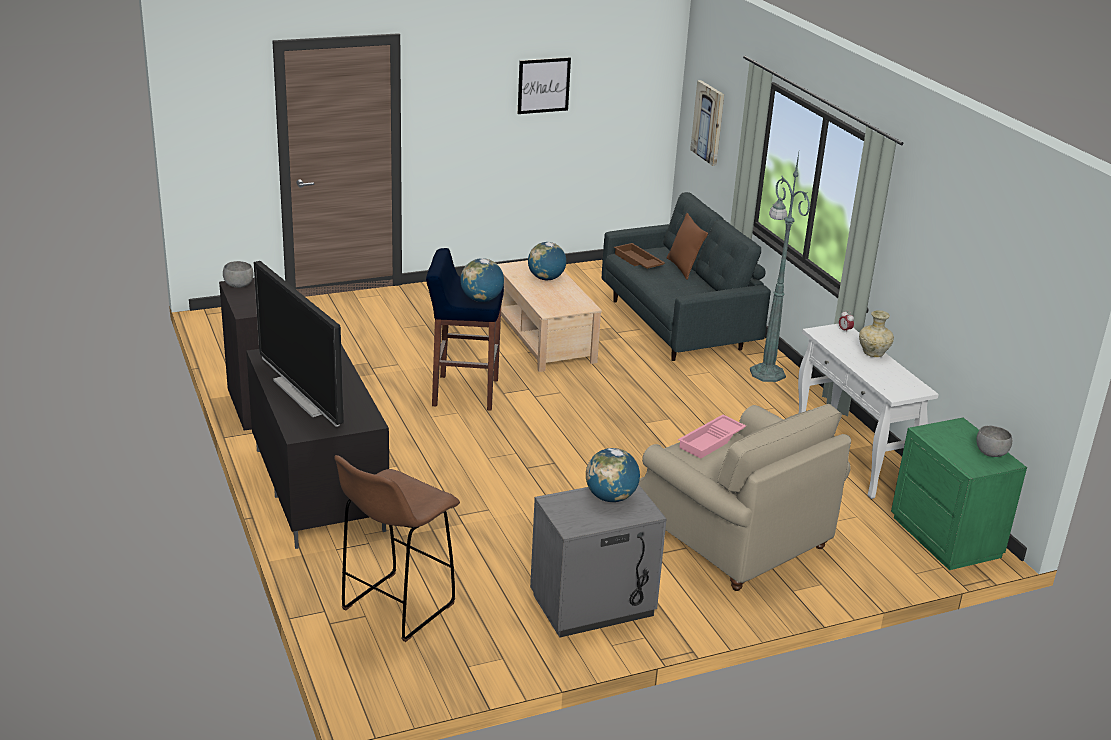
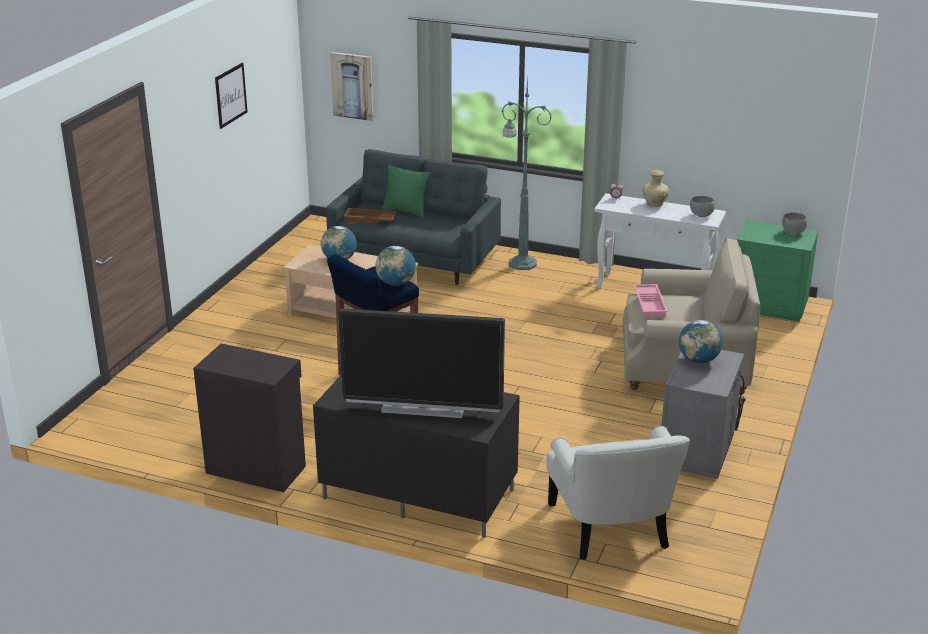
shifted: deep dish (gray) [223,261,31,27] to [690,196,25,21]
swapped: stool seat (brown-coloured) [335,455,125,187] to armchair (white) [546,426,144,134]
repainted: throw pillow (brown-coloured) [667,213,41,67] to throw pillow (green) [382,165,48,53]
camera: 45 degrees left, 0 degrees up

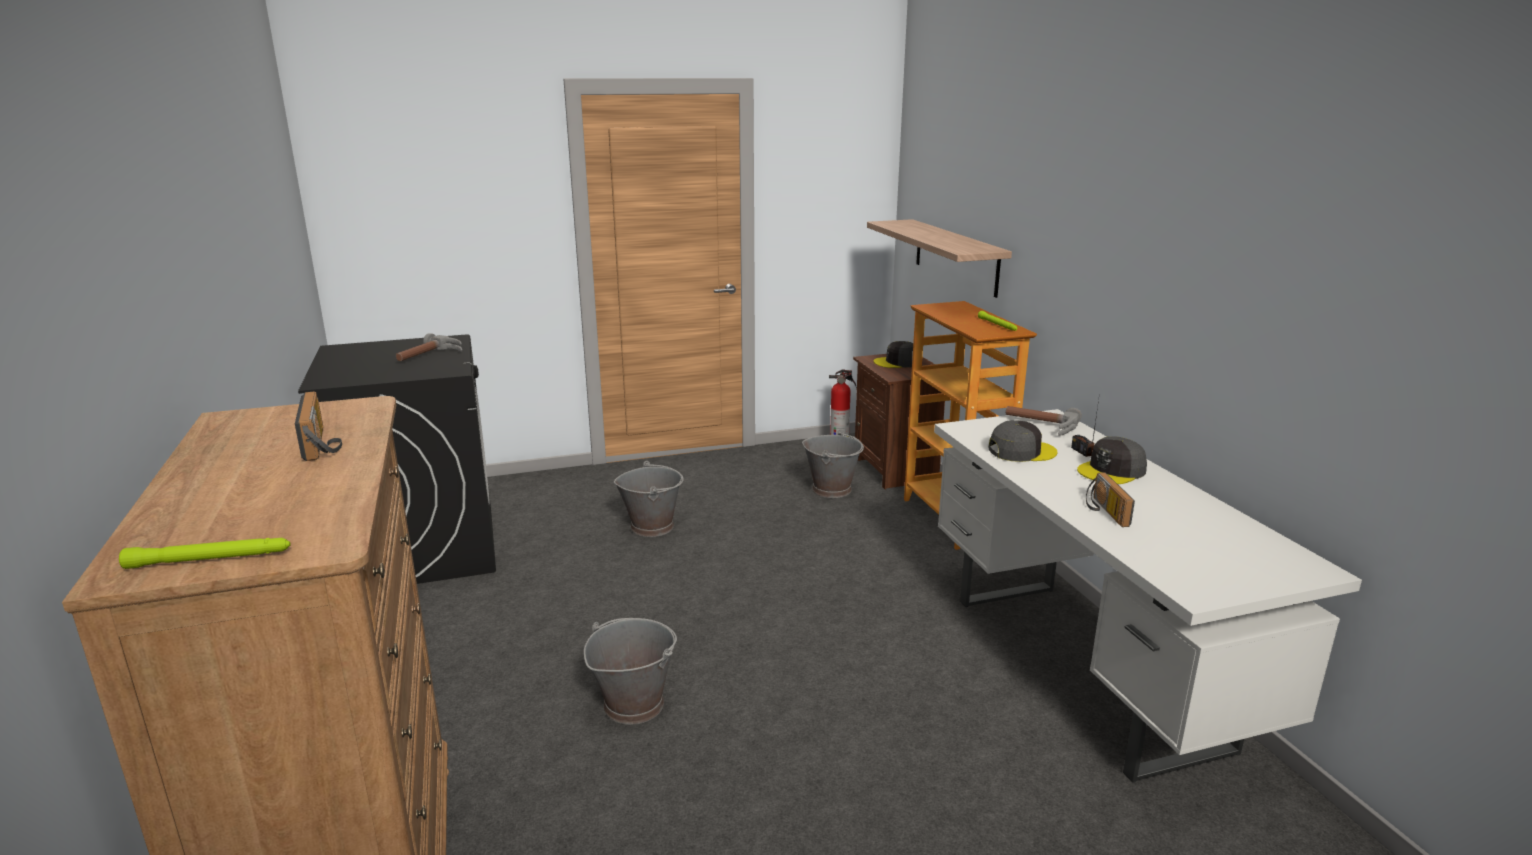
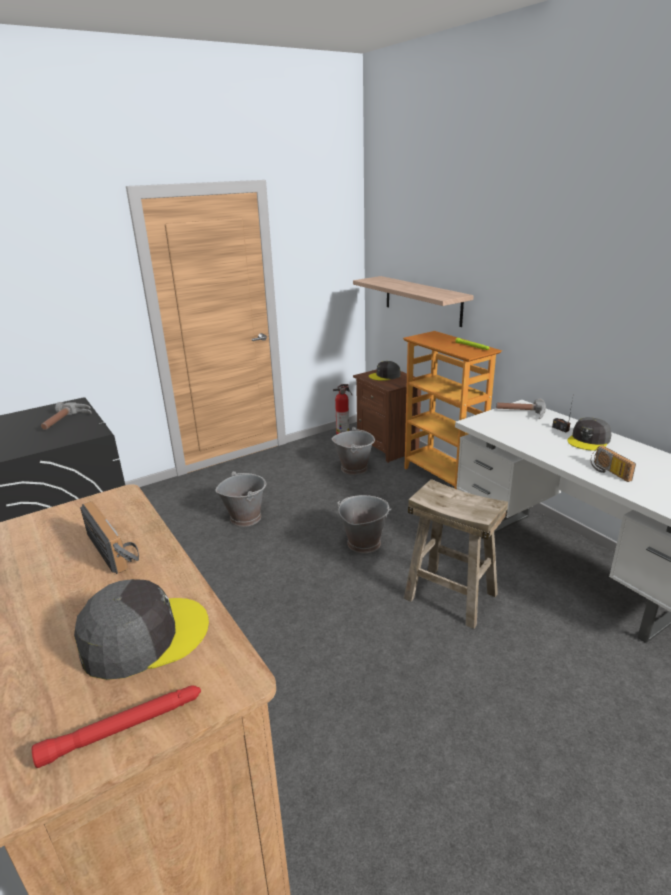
new: stool seat (beige-coloured) [404,479,104,150]
shifted: bucket (gray) [584,618,93,107] to [337,495,54,58]; peaked cap (gray) [988,420,69,42] to [74,579,135,101]
repainted: torch (green) [119,538,171,31] to torch (reddish) [32,685,169,83]
camera: 15 degrees left, 5 degrees up

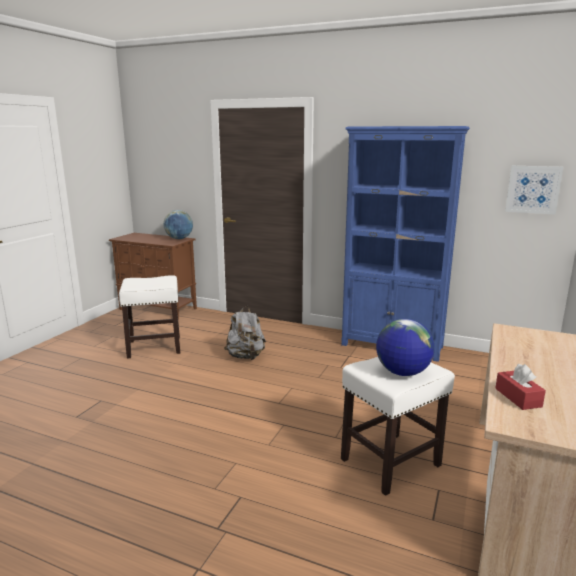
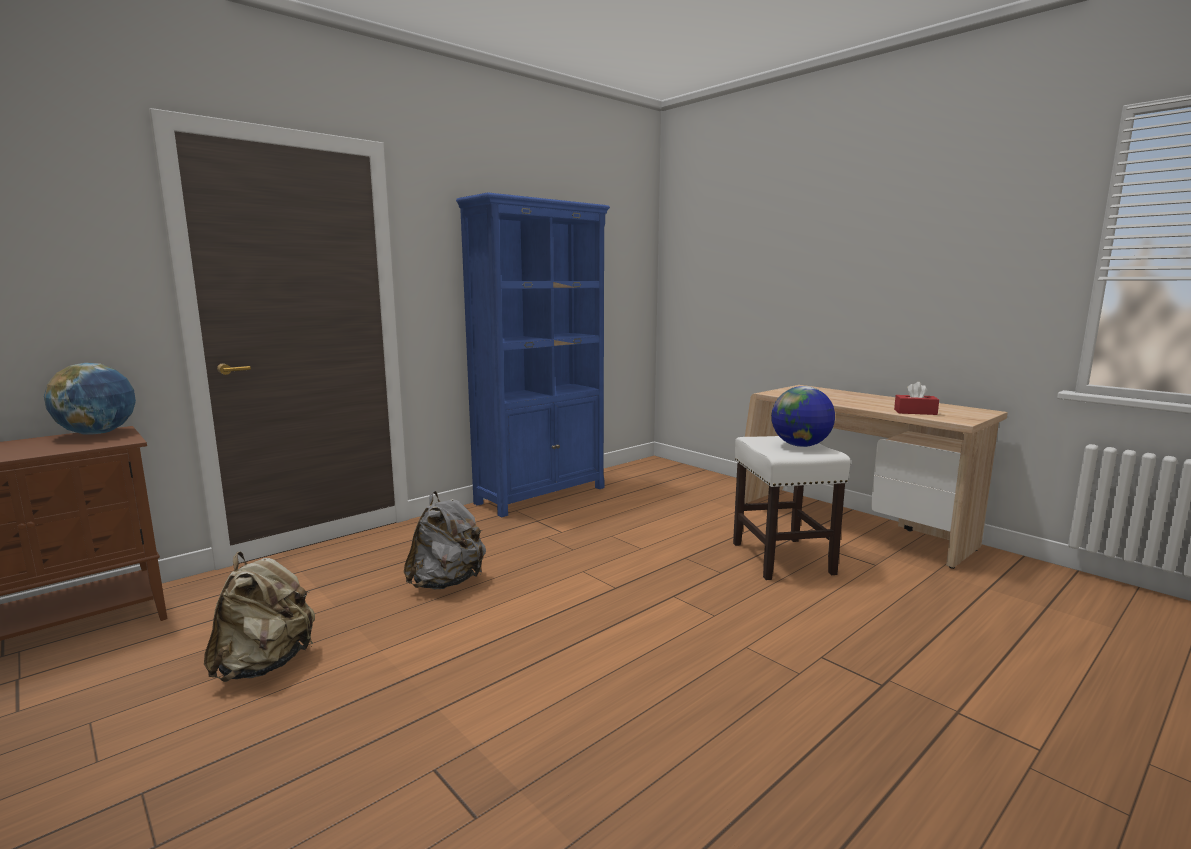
gone: wall picture [505,166,58,49]
swapped: stool seat (white) [119,275,61,84] to backpack (beige-coloured) [204,551,111,131]
camera: 65 degrees left, 5 degrees down

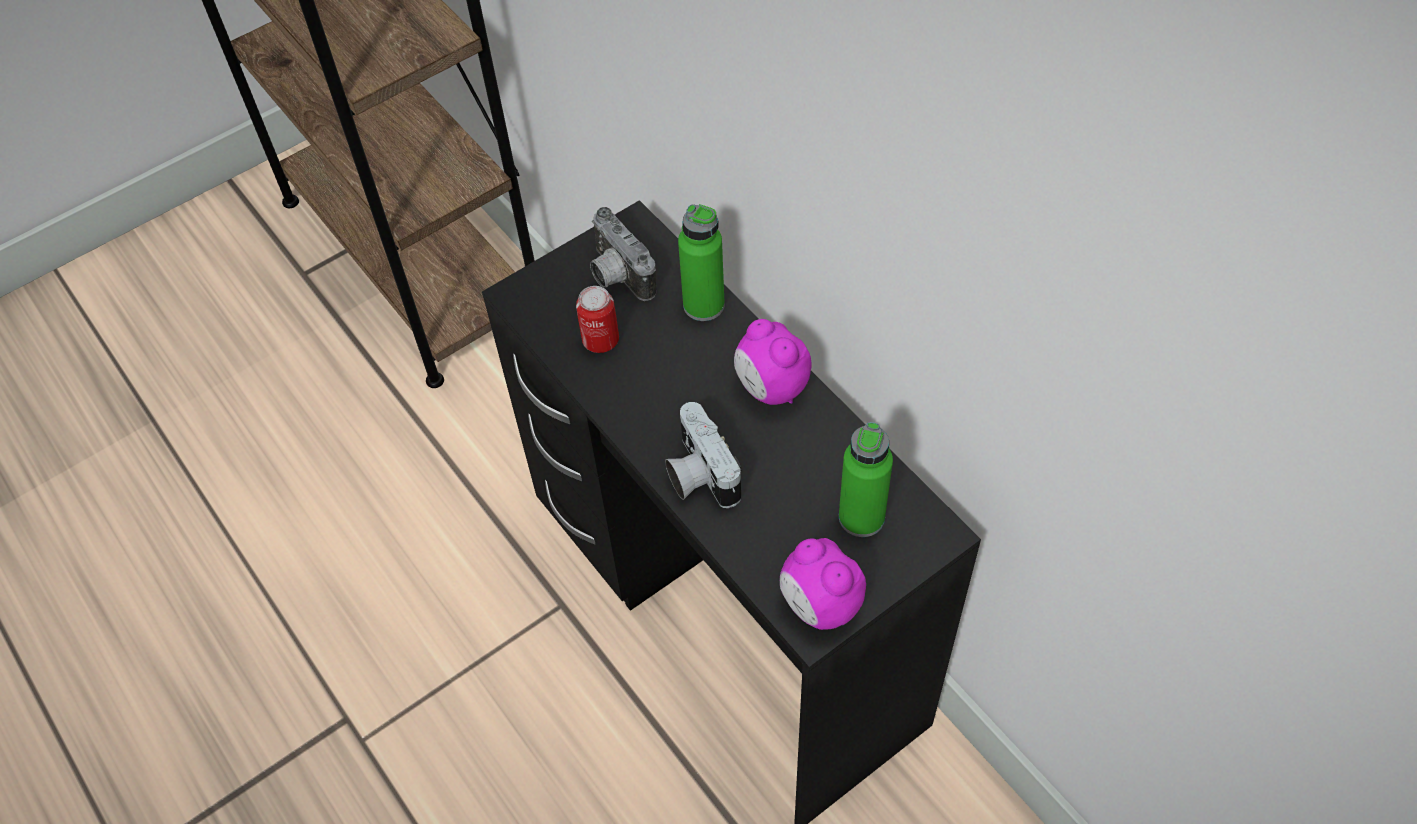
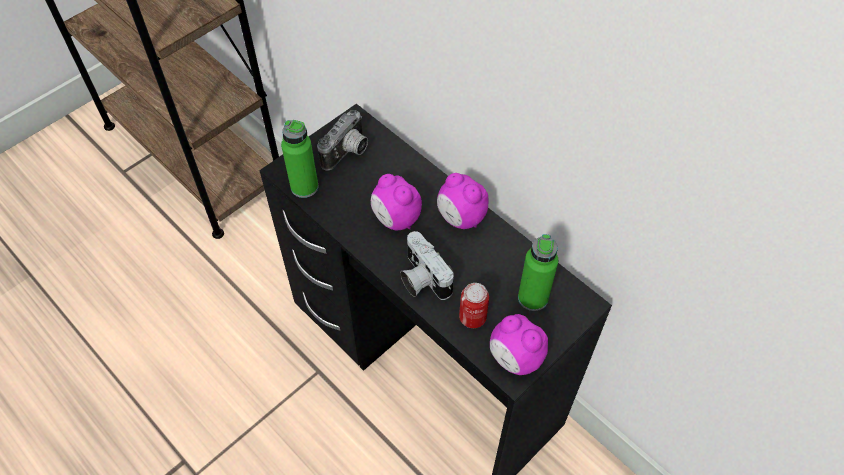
new: alarm clock [371,174,51,56]
shifted: can [576,286,43,67] to [459,283,30,45]; drink bottle (green) [678,204,47,117] to [281,120,37,78]
rotated: still camera [590,207,66,94] = [317,110,51,61] 105 degrees counterclockwise
camera: 10 degrees left, 0 degrees up

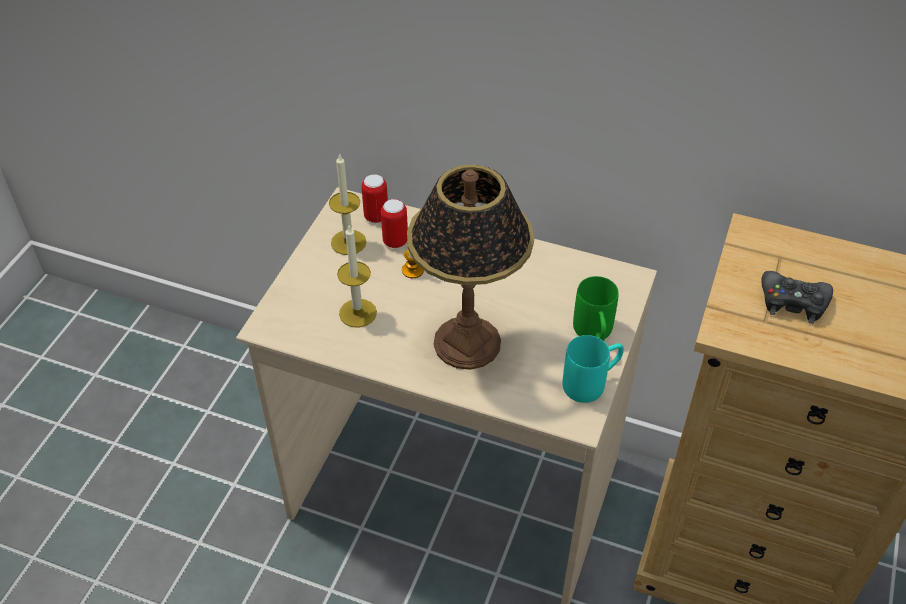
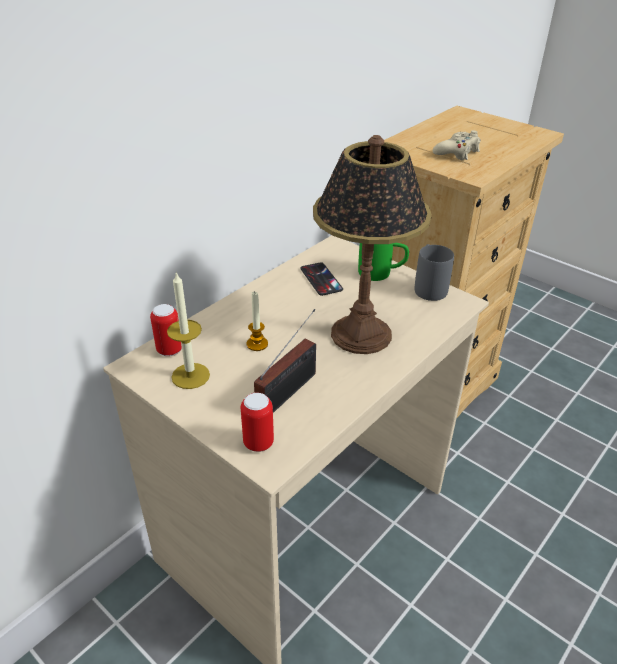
new: telephone [300,262,43,34]
shifted: can [381,199,27,49] to [241,393,33,59]
swapped: wax light [337,226,40,102] to radio receiver [254,309,62,104]
repainted: mug (blue-green) [563,335,61,68] to mug (gray) [415,244,39,57]; gamepad (black) [762,271,71,53] to gamepad (beige-coloured) [433,130,48,30]
camera: 70 degrees left, 10 degrees down

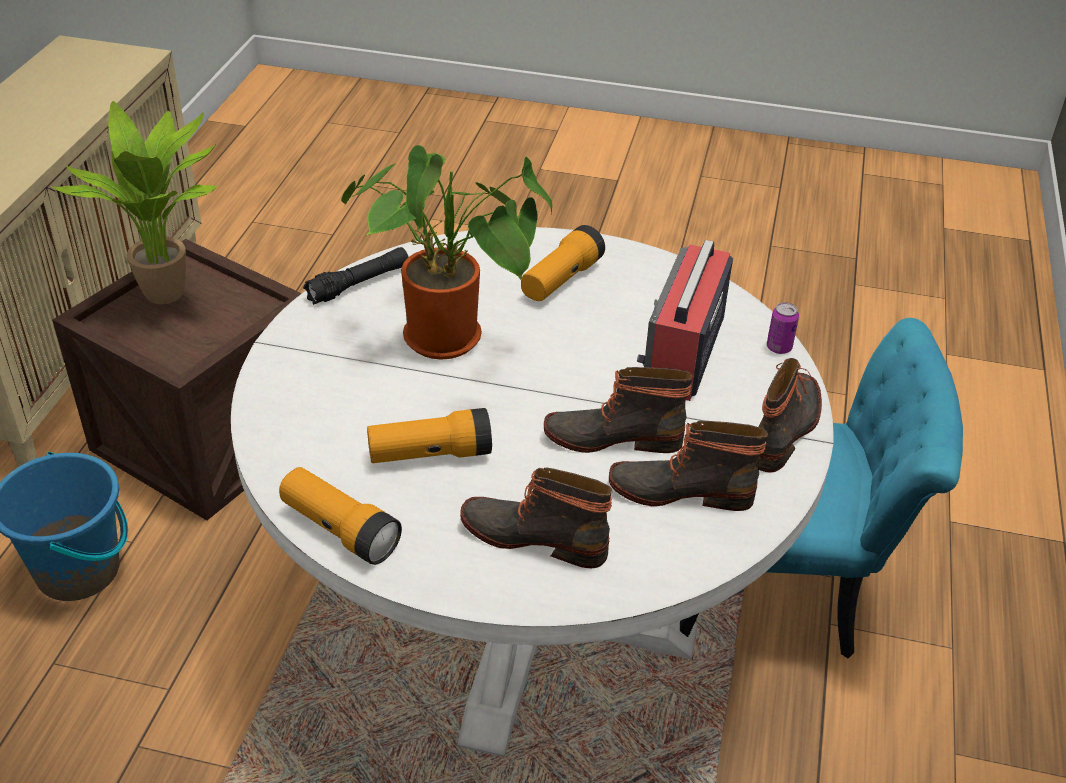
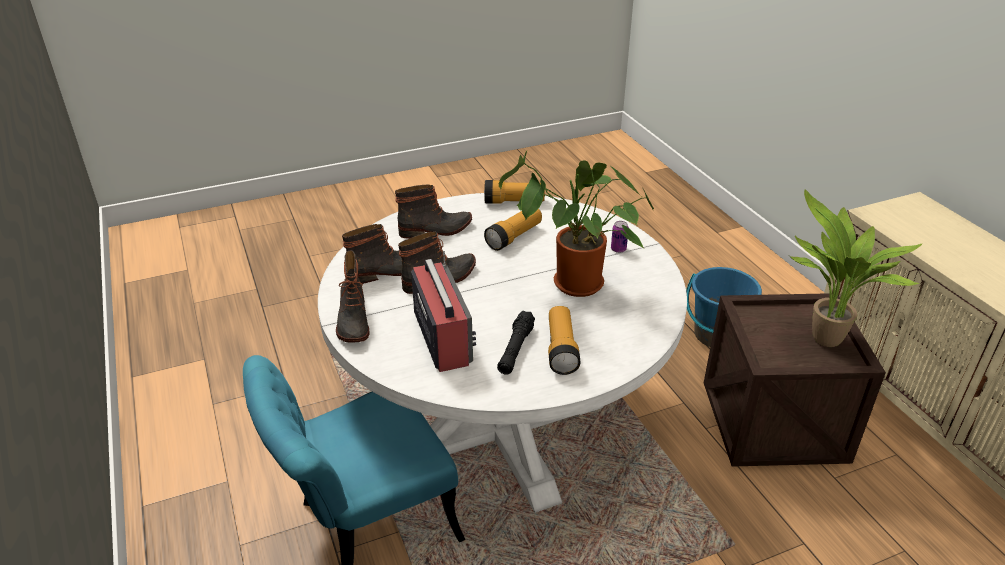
shifted: torch (black) [303,247,105,58] to [497,311,38,64]; can [767,302,32,52] to [611,221,18,32]
camera: 145 degrees right, 5 degrees down

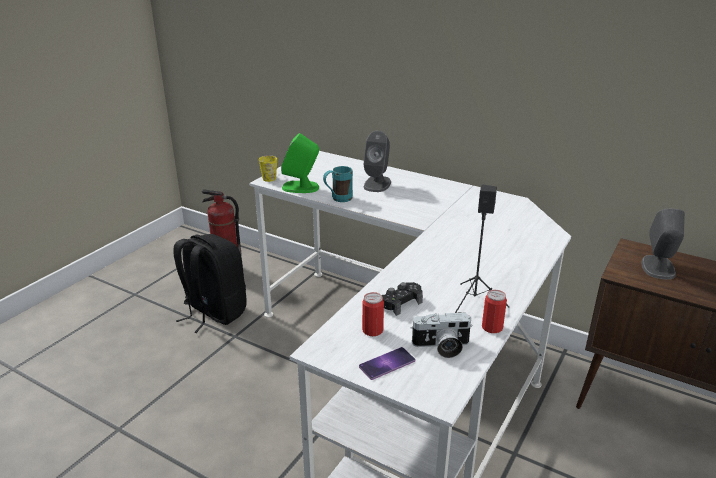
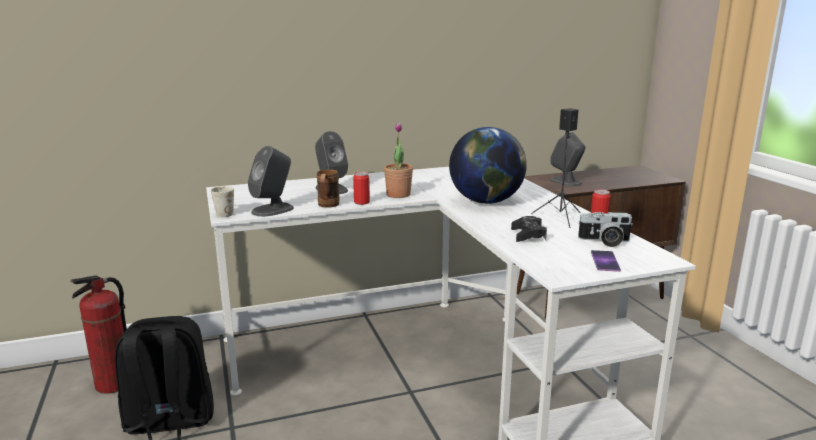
new: houseplant [384,123,29,75]; desk globe [449,127,78,77]
shifted: can [362,292,22,44] to [353,172,17,33]
repainted: mug (yellowish) [259,155,18,27] to mug (white) [211,186,23,31]; loudspeaker (green) [281,133,38,60] to loudspeaker (gray) [248,146,46,71]; mug (blue-green) [323,166,30,36] to mug (brown-coloured) [317,169,23,39]
rotated: still camera [410,312,63,46] = [578,212,55,35] 60 degrees clockwise
camera: 50 degrees left, 10 degrees down

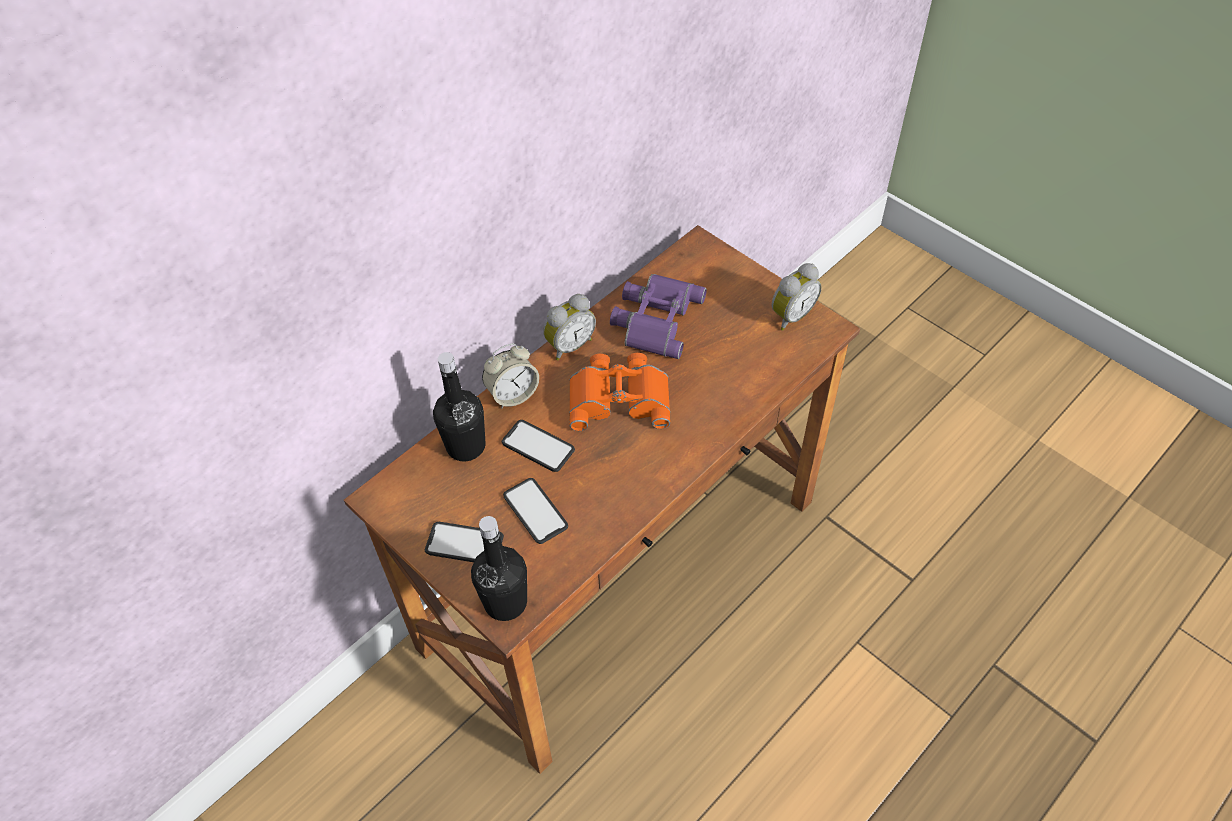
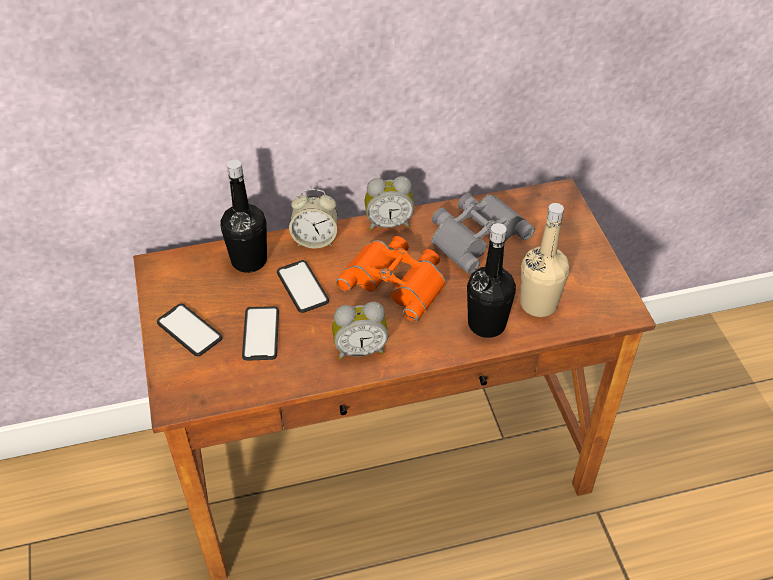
new: drink bottle (beige-coloured) [520,203,50,114]
shifted: drink bottle (black) [471,516,56,105] to [467,223,49,115]; alarm clock [772,263,49,68] to [332,302,56,57]
repainted: binoculars (purplish) [610,274,97,85] to binoculars (gray) [431,193,104,81]
camera: 30 degrees right, 5 degrees down

